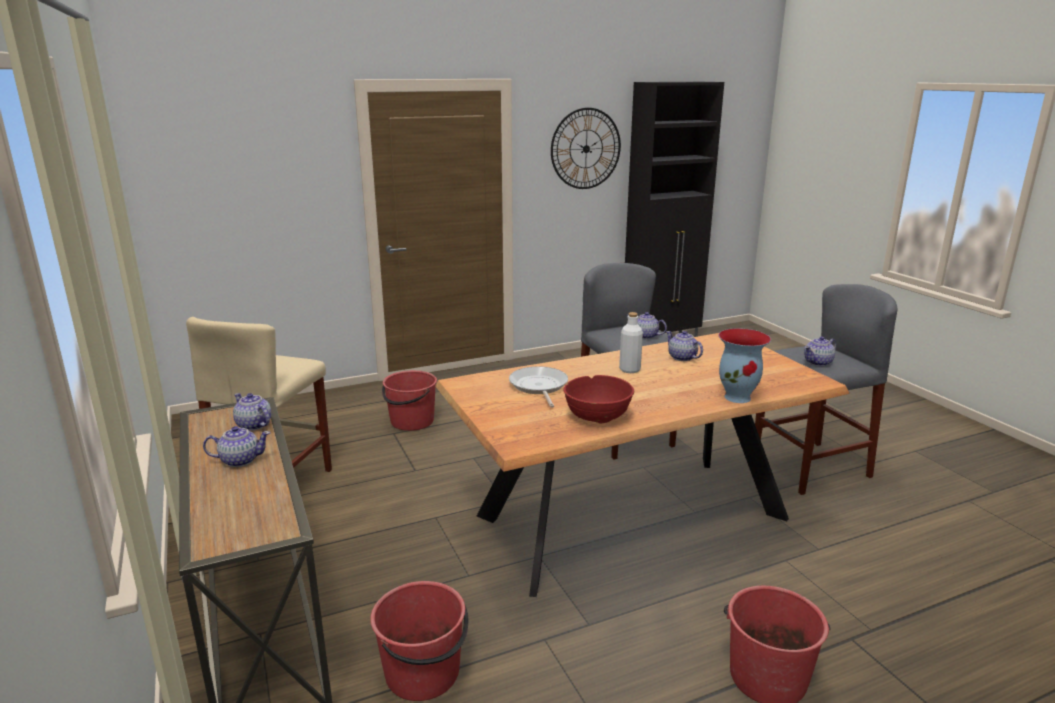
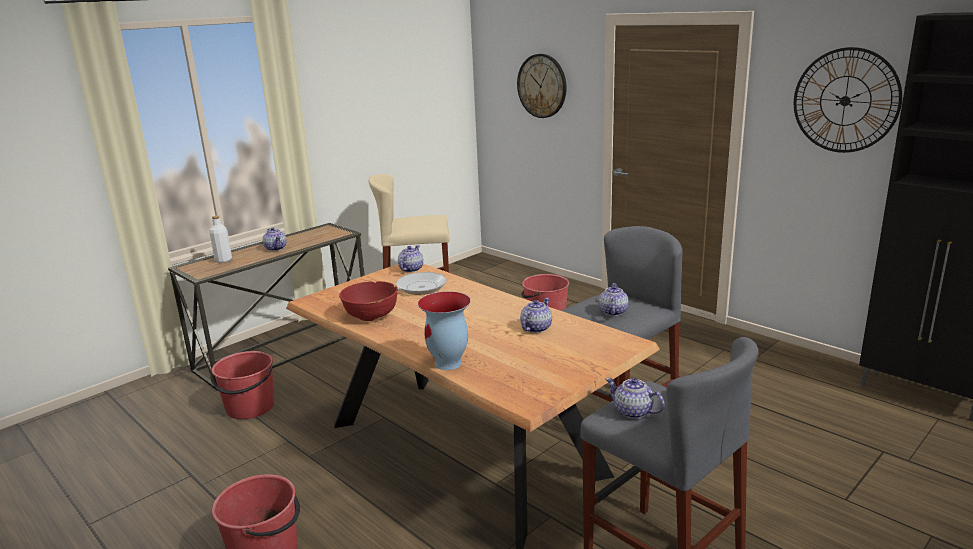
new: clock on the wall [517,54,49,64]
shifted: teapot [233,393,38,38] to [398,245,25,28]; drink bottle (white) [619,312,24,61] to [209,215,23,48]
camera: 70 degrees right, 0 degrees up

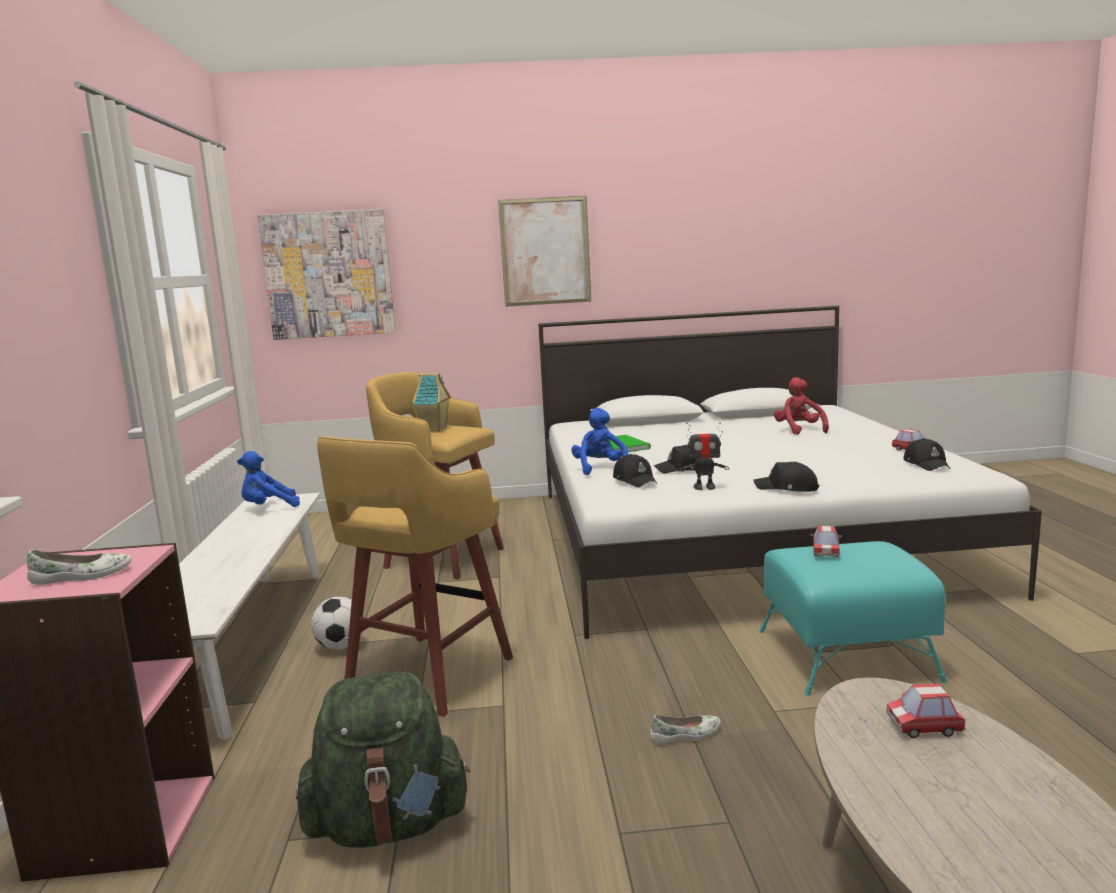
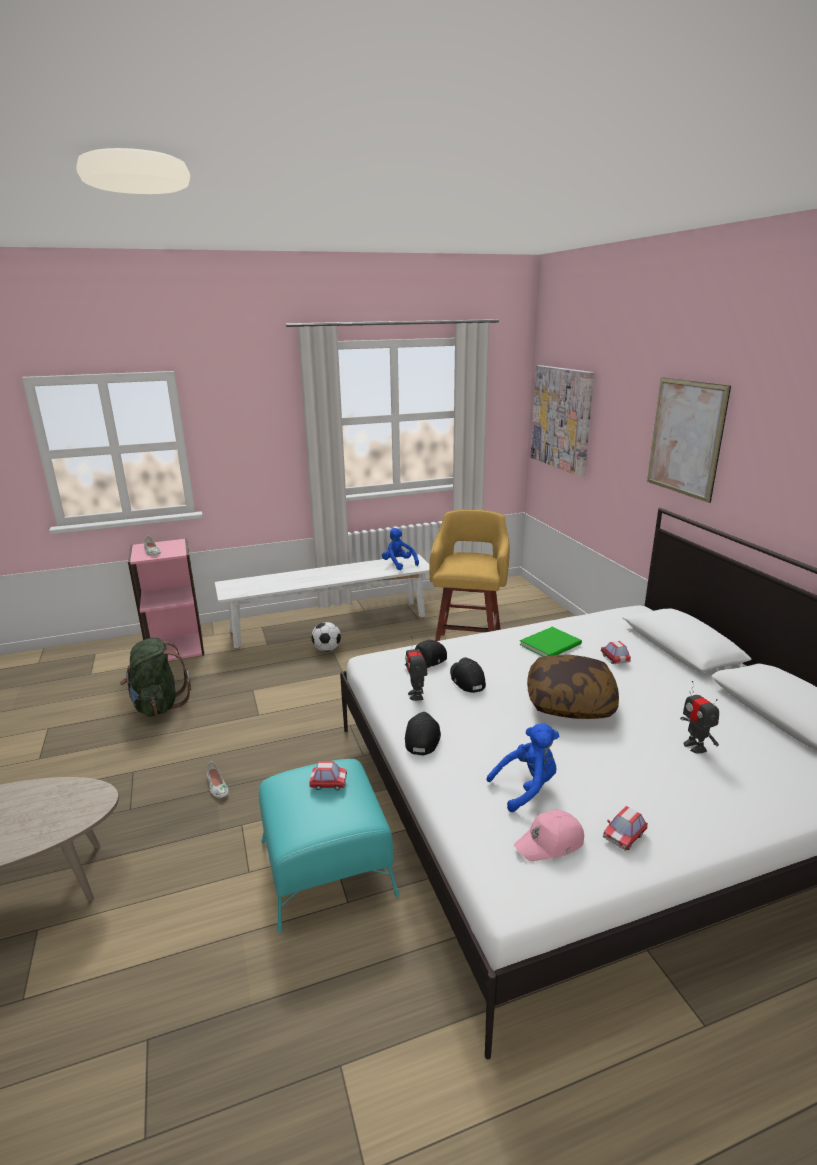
gone: stool seat (yellowish) [317,436,196,281]; model house [412,373,39,58]
new: throw pillow [527,655,92,64]
shifted: cuddly toy (blue-coloured) [571,408,57,67] to [486,723,73,89]; toy car [886,684,80,54] to [601,641,30,23]
swapped: cuddly toy (reddish) [774,377,55,58] to robot figure [680,681,39,72]
repainted: peaked cap (black) [903,438,47,33] to peaked cap (pink) [514,810,70,51]
camera: 75 degrees right, 10 degrees up

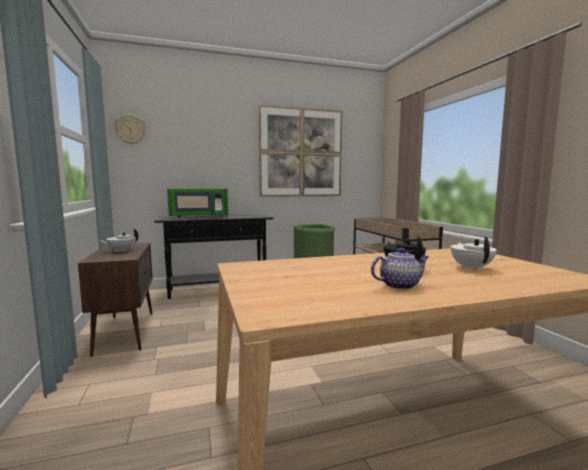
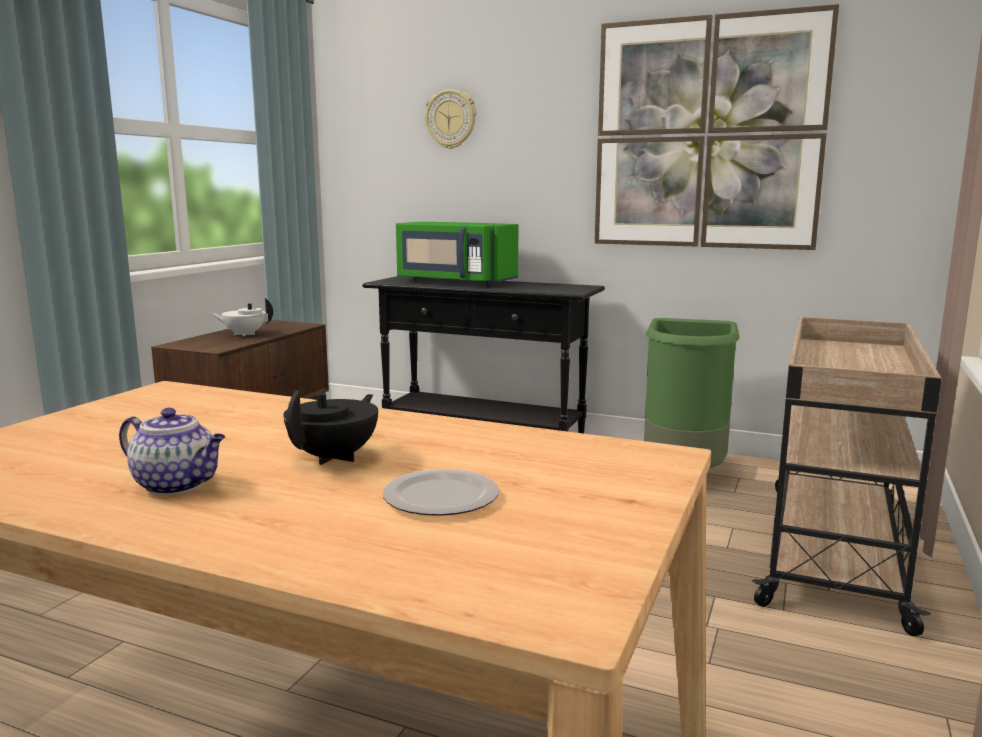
shifted: clock on the wall [114,114,32,30] to [425,89,51,60]
swapped: teapot (white) [451,236,46,35] to flat dish [382,469,117,47]
camera: 40 degrees right, 5 degrees up

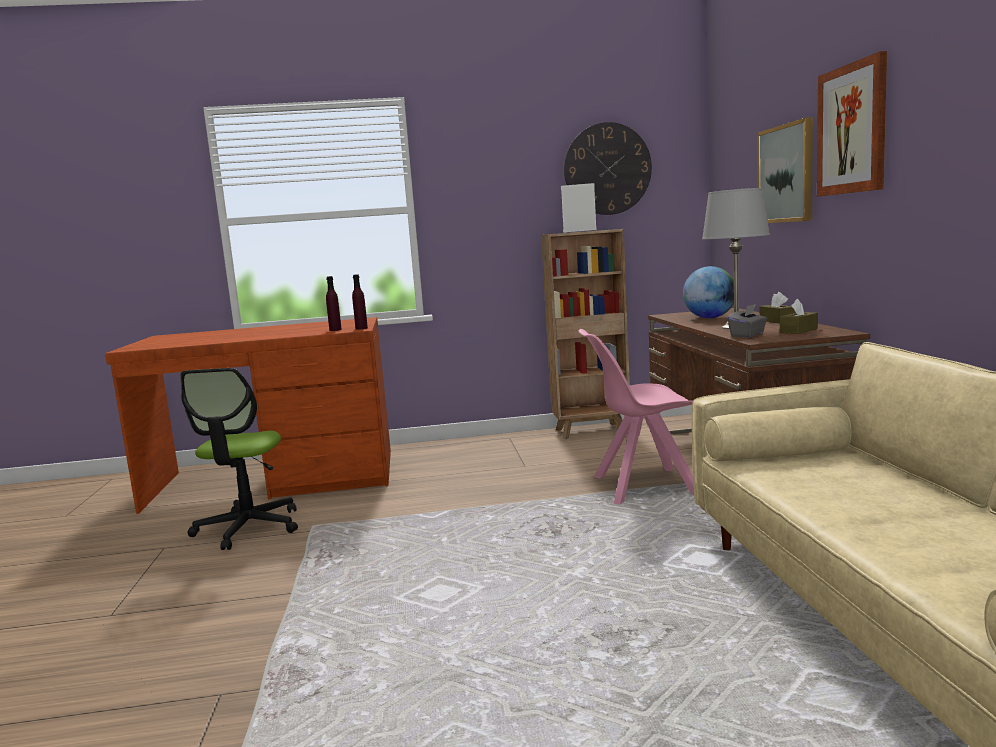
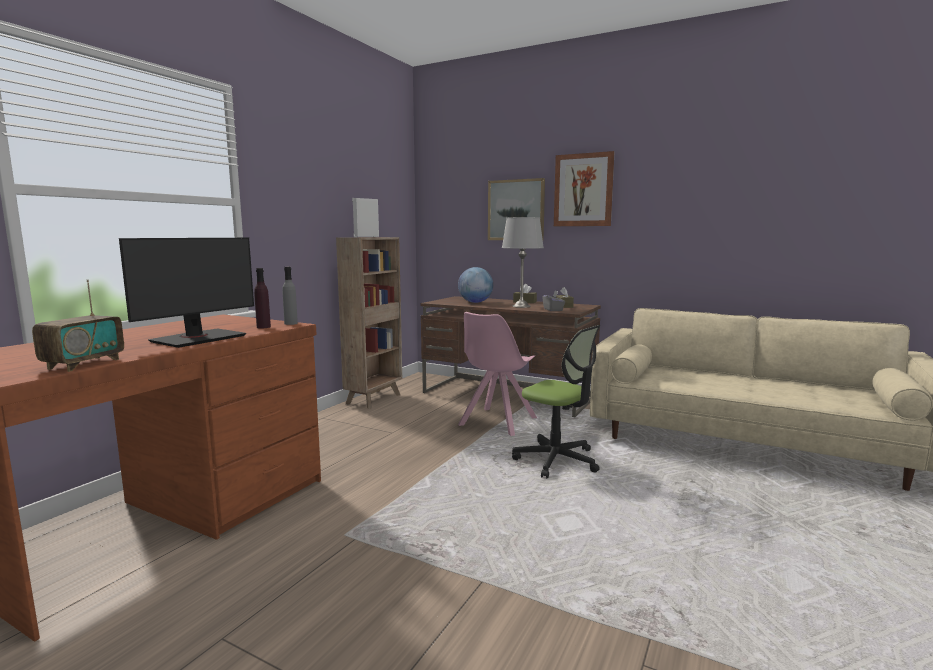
gone: clock on the wall [564,122,88,93]
new: radio receiver [32,280,92,92]; computer screen [119,238,135,110]
shifted: desk chair [180,368,118,182] to [512,325,88,153]
repainted: drink bottle (purplish) [352,274,16,56] to drink bottle (gray) [282,267,16,58]
camera: 55 degrees left, 0 degrees up

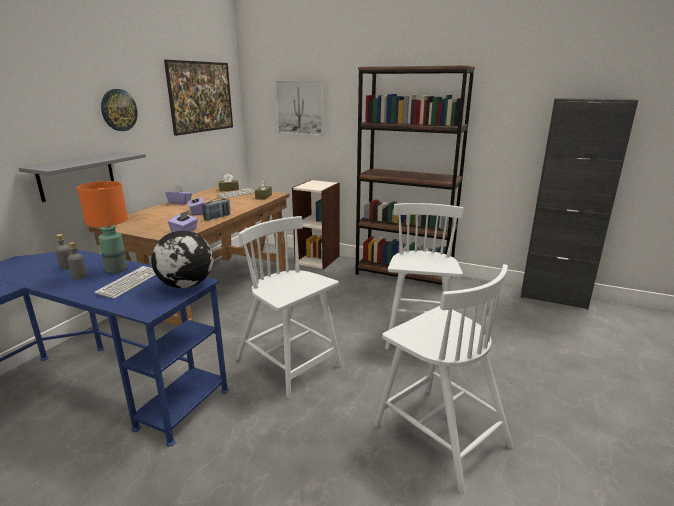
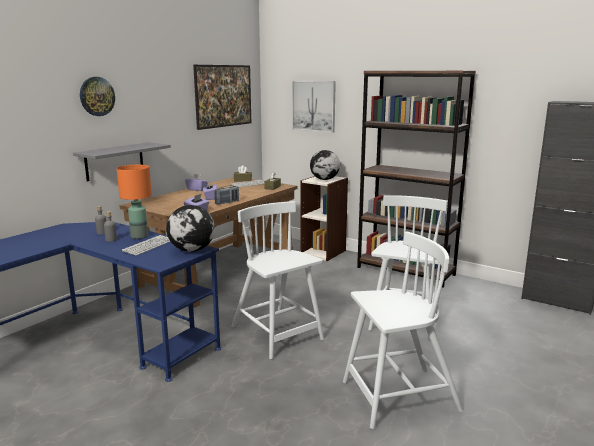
new: desk globe [310,150,30,30]
shifted: clock on the wall [101,89,37,42] to [80,77,35,39]
rotated: plain chair (white) [374,264,139,229] = [343,232,120,197] 75 degrees counterclockwise
camera: 10 degrees right, 5 degrees down

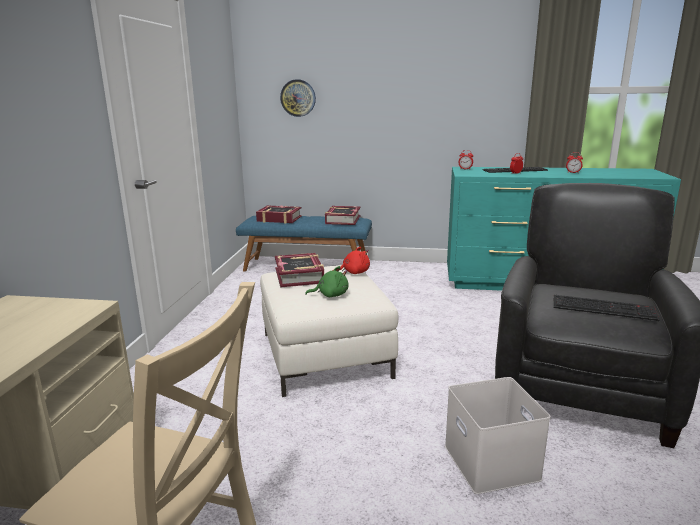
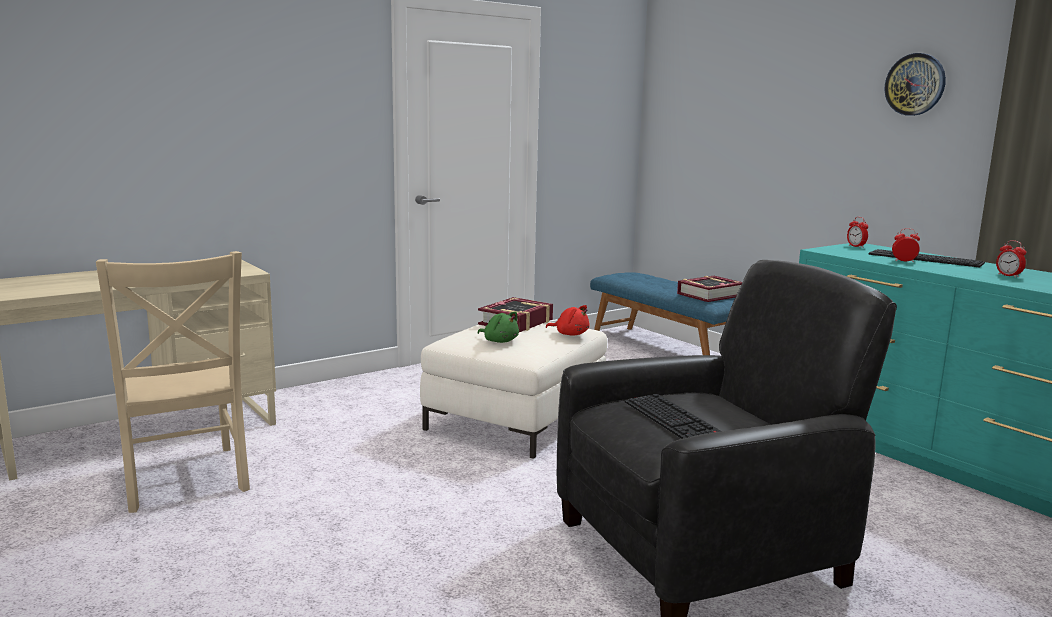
gone: book [256,205,46,19]; storage bin (white) [445,377,106,117]
shifted: clock on the wall [280,79,36,38] to [885,53,61,63]
camera: 45 degrees right, 5 degrees down

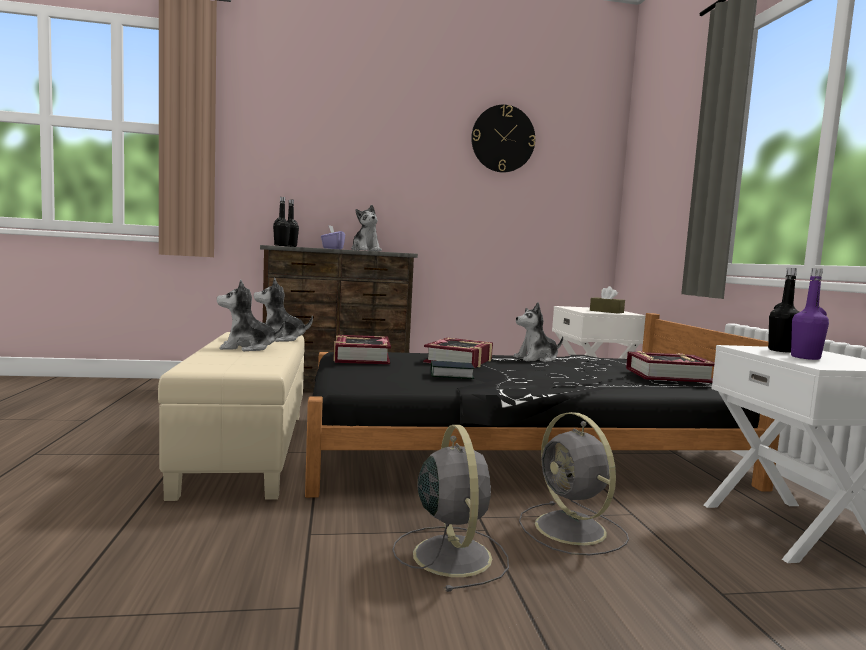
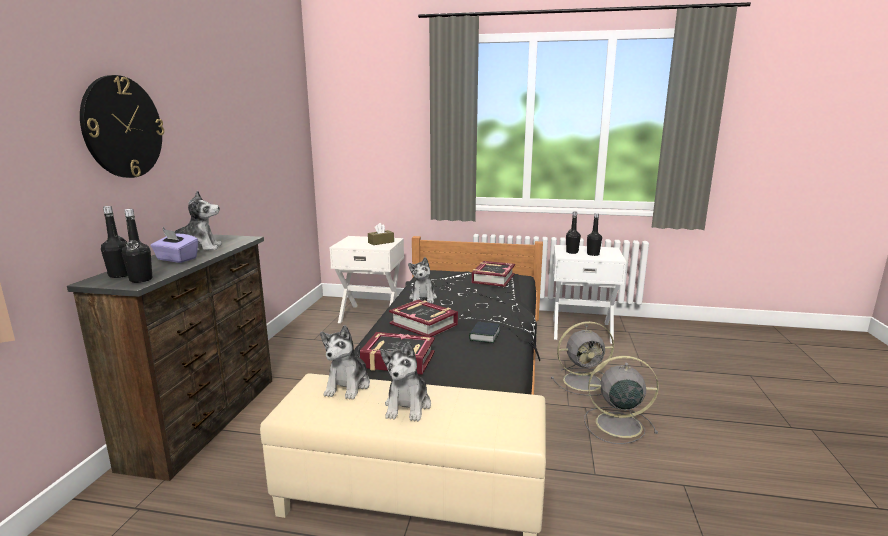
shifted: clock on the wall [471,105,64,67] to [80,75,84,103]
repainted: drink bottle (purplish) [791,268,38,92] to drink bottle (black) [587,213,15,43]
camera: 70 degrees left, 10 degrees up

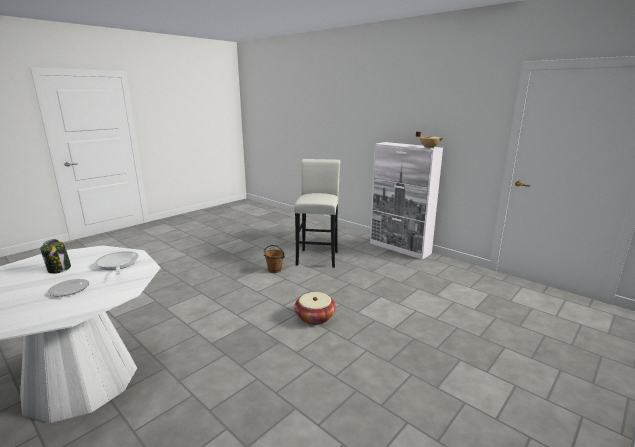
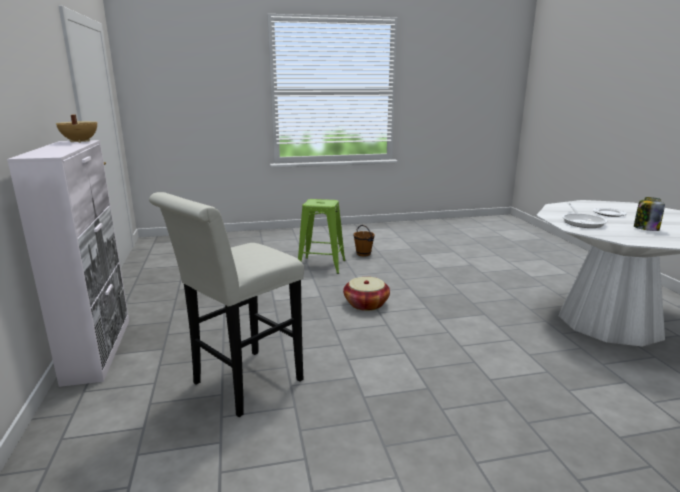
new: stool seat (green) [298,199,48,75]
shifted: bucket (brown-coloured) [264,245,21,28] to [354,225,21,31]
camera: 145 degrees left, 0 degrees up

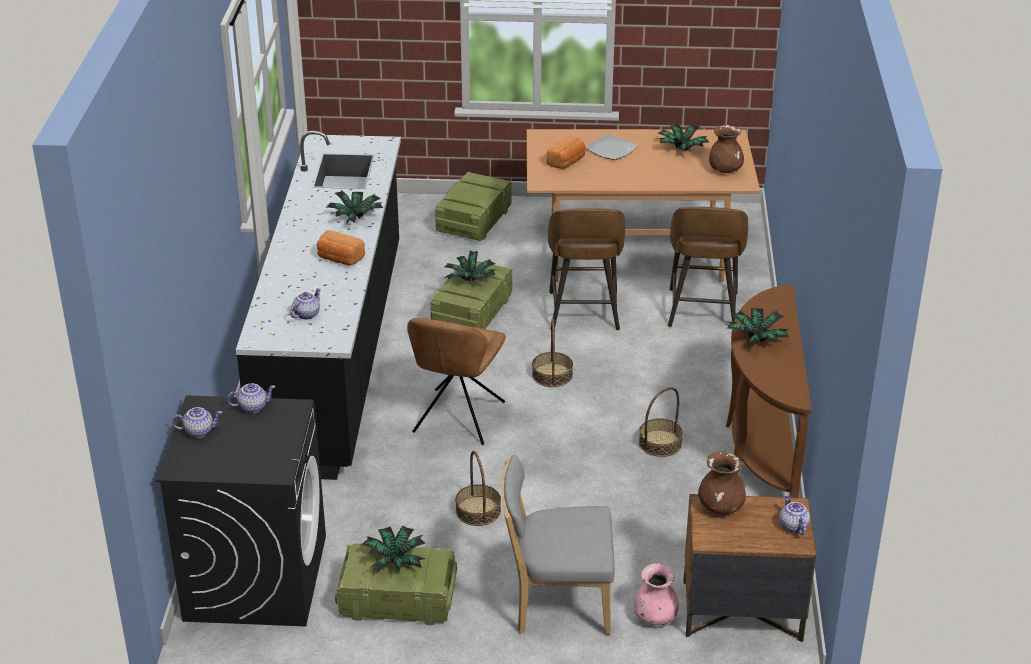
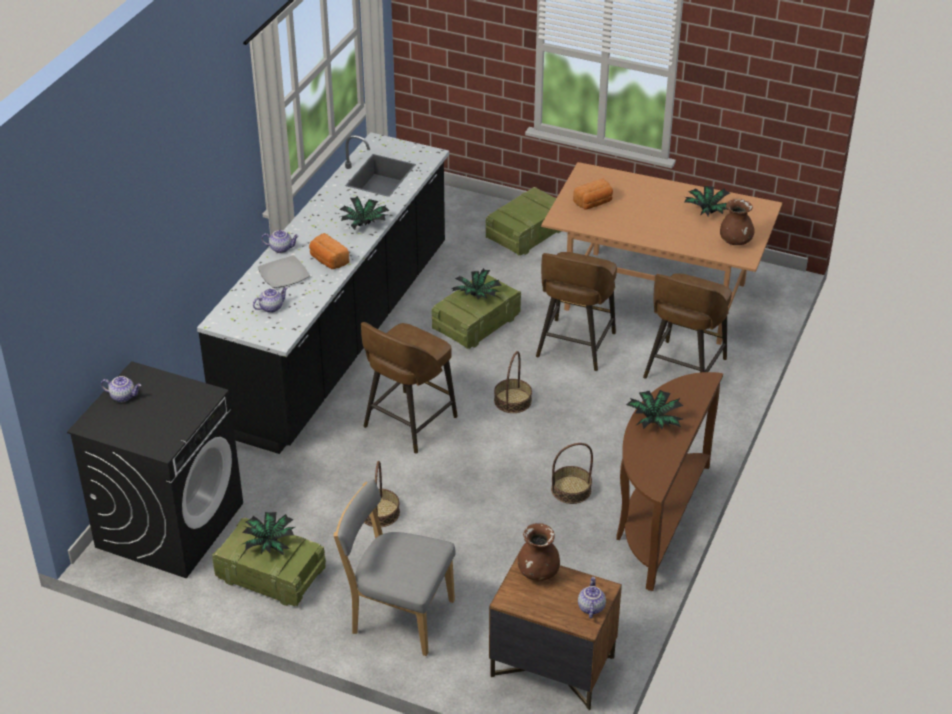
gone: decorative vase (pink) [634,563,45,62]
shifted: teapot [227,383,48,30] to [261,230,38,23]; flat dish [585,134,53,26] to [258,255,52,33]
swapped: plain chair (brown-coloured) [407,318,99,127] to stool seat (brown-coloured) [361,322,97,132]
camera: 20 degrees right, 5 degrees up

